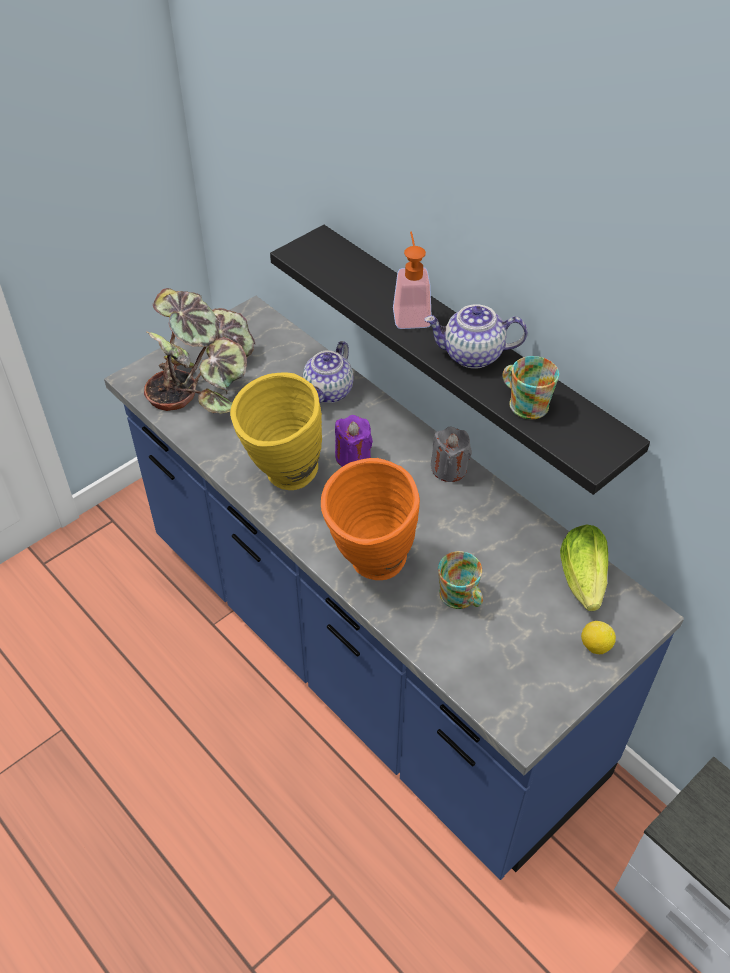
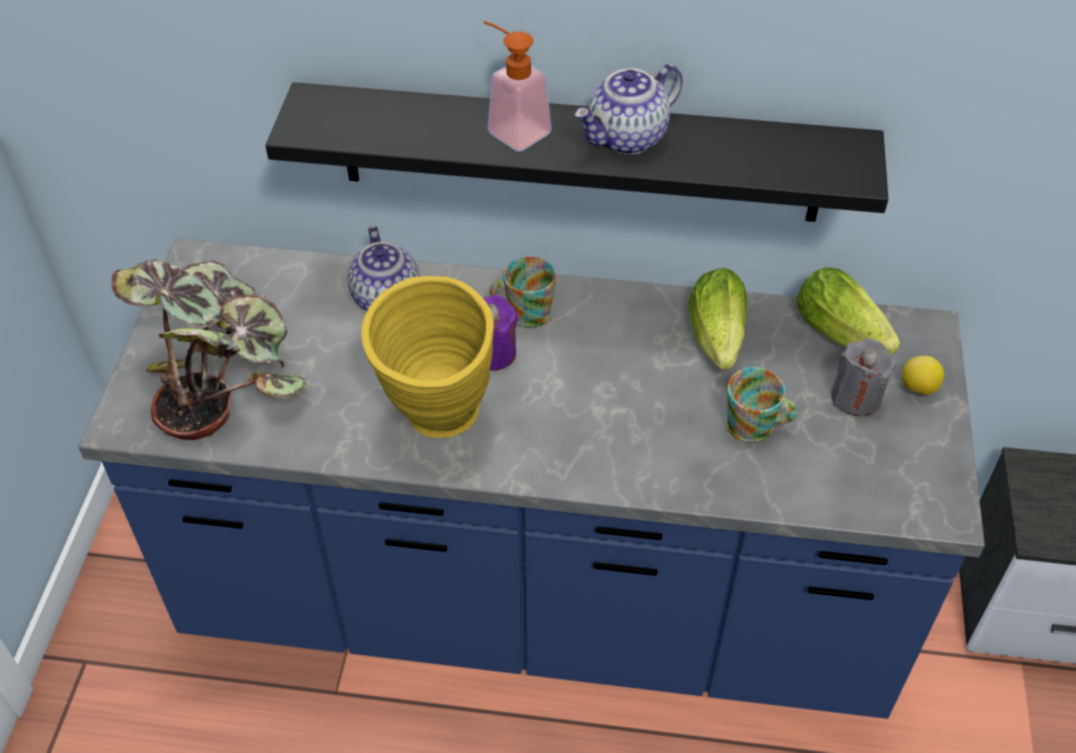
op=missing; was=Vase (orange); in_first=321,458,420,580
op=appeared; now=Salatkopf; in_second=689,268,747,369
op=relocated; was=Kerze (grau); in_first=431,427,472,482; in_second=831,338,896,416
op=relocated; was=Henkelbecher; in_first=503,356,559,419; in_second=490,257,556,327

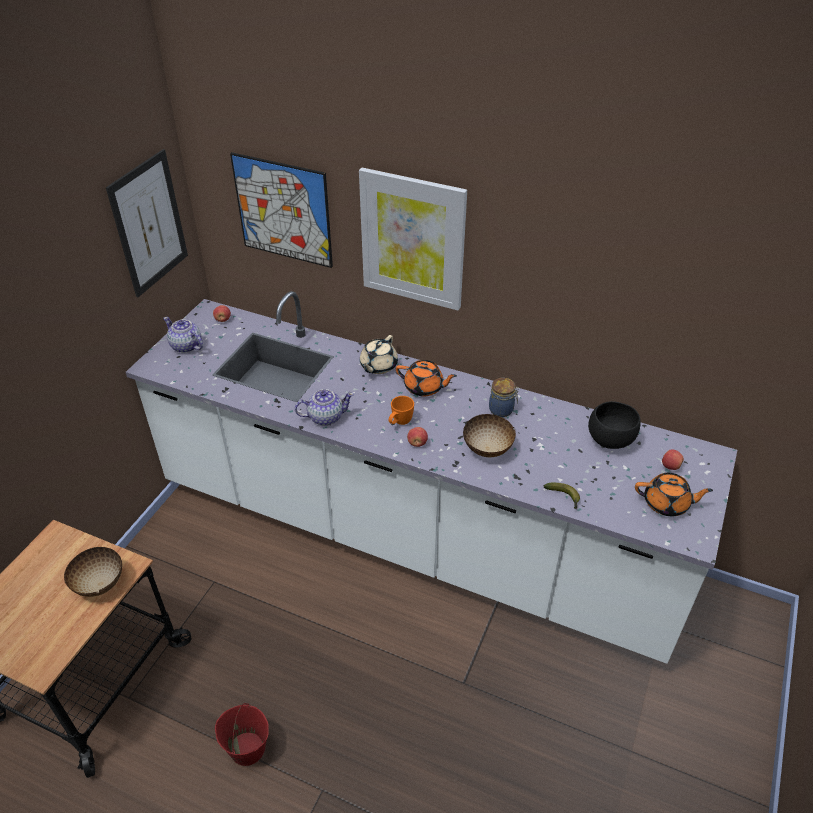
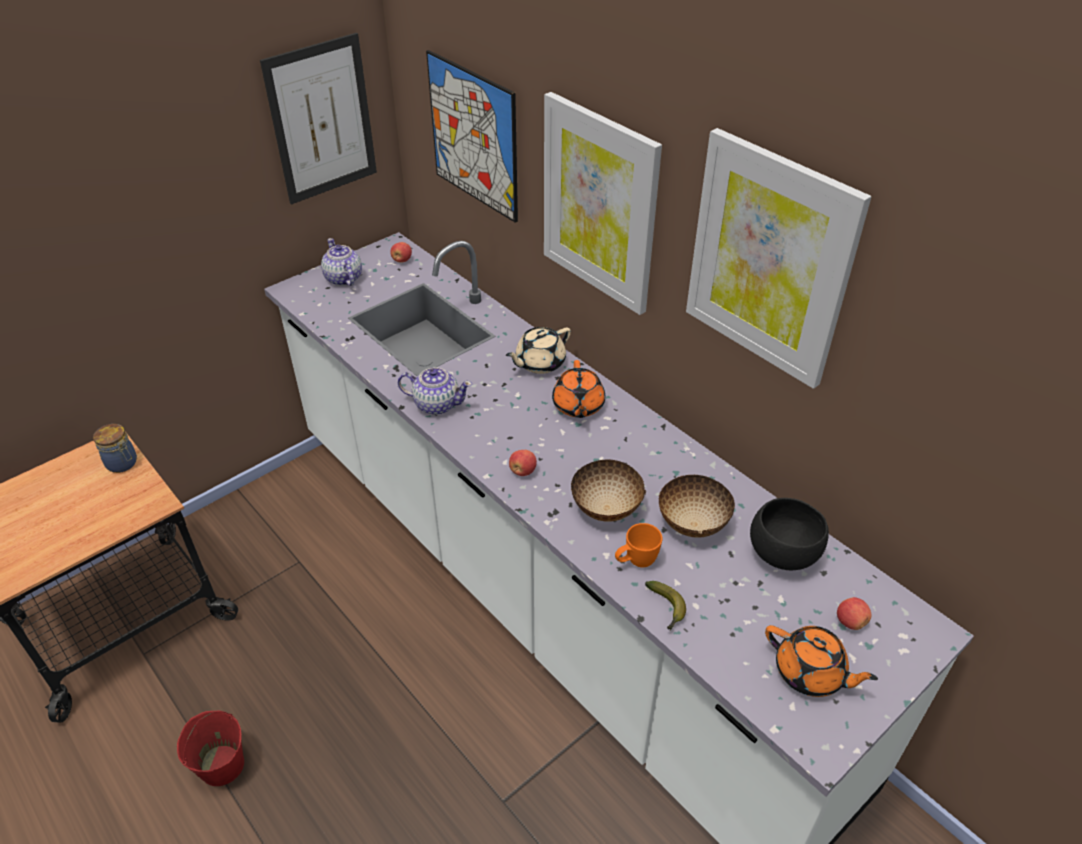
op=appeared; now=Bild; in_second=686,128,871,389
op=relocated; was=Schüssel; in_first=64,547,122,597; in_second=659,475,735,538
op=relocated; was=Henkelbecher (orange); in_first=389,396,414,425; in_second=615,523,662,568
op=relocated; was=Vorratsglas; in_first=489,378,519,417; in_second=93,424,137,473
op=spun; was=Teekanne (orange); in_first=396,360,457,397; in_second=552,360,605,418; clockwise=45

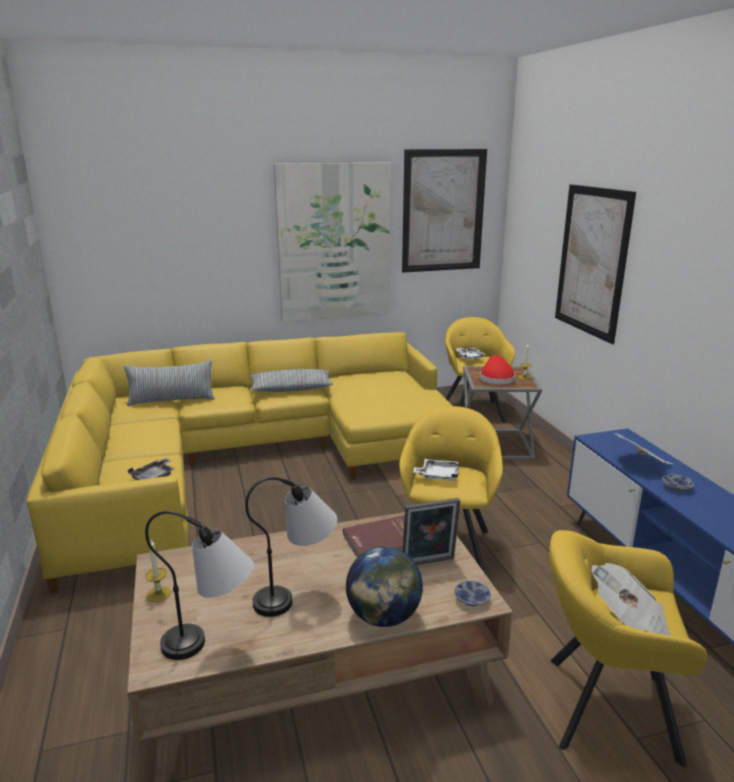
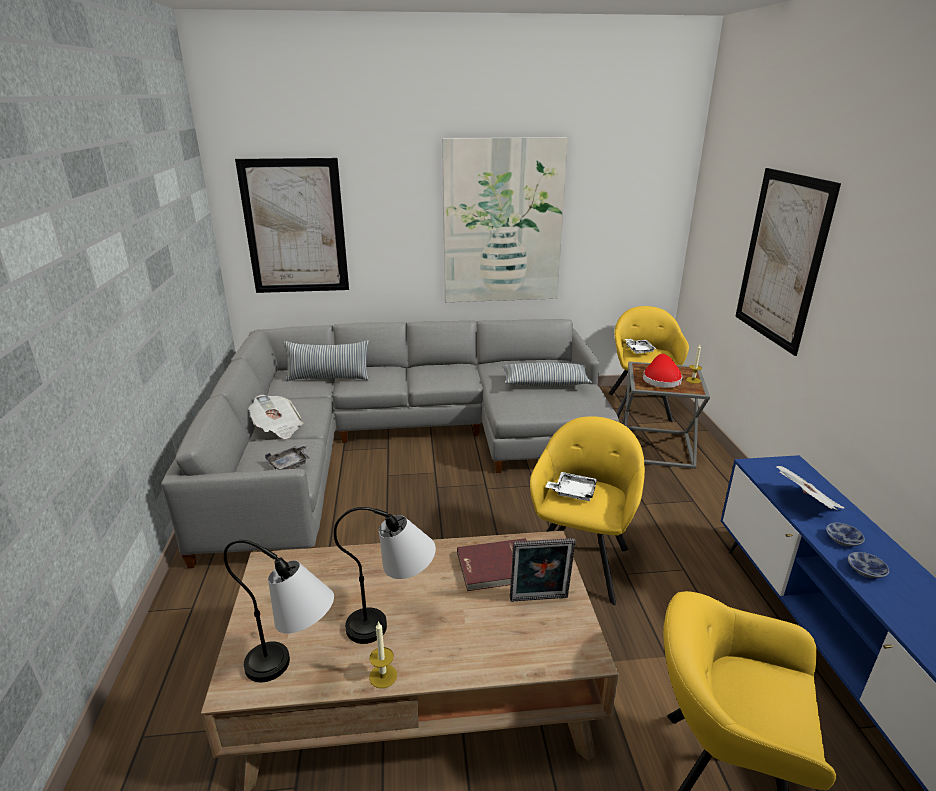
op=missing; was=Globus; in_first=346,546,423,627
op=relocated; was=Kerze; in_first=145,540,171,602; in_second=369,621,397,688
op=relocated; was=Kissen; in_first=250,369,333,392; in_second=502,362,592,386
op=relocated; was=Bild; in_first=402,149,487,273; in_second=235,158,349,293
op=relocated; was=Schüssel; in_first=454,581,491,606; in_second=848,552,889,578
op=relocated; was=Zeitung; in_first=591,563,671,636; in_second=248,395,303,439
op=colour; was=Sofa (gelb); now=Sofa (grau); in_first=27,332,452,594; in_second=161,319,619,568

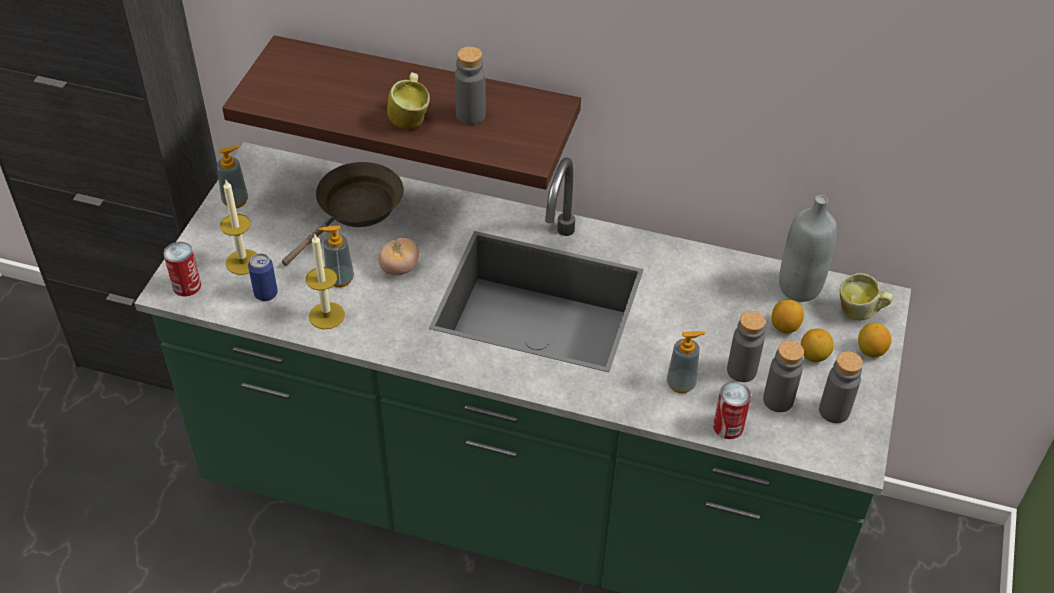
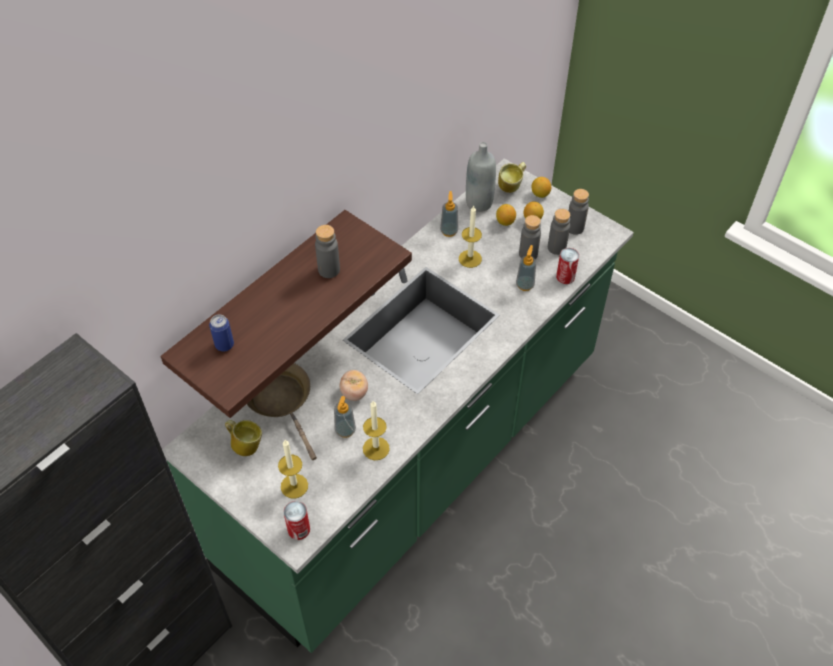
op=appeared; now=Kerze; in_second=459,206,482,268
op=relocated; was=Seifenspender; in_first=217,146,248,208; in_second=440,191,458,237
op=relocated; was=Dose; in_first=248,253,278,301; in_second=209,314,234,352
op=relocated; was=Henkelbecher; in_first=387,72,430,129; in_second=225,420,262,456

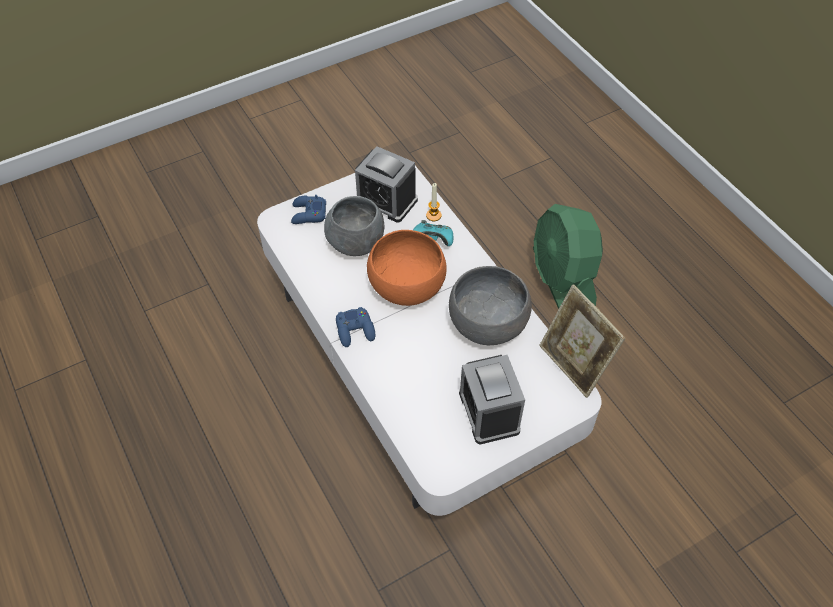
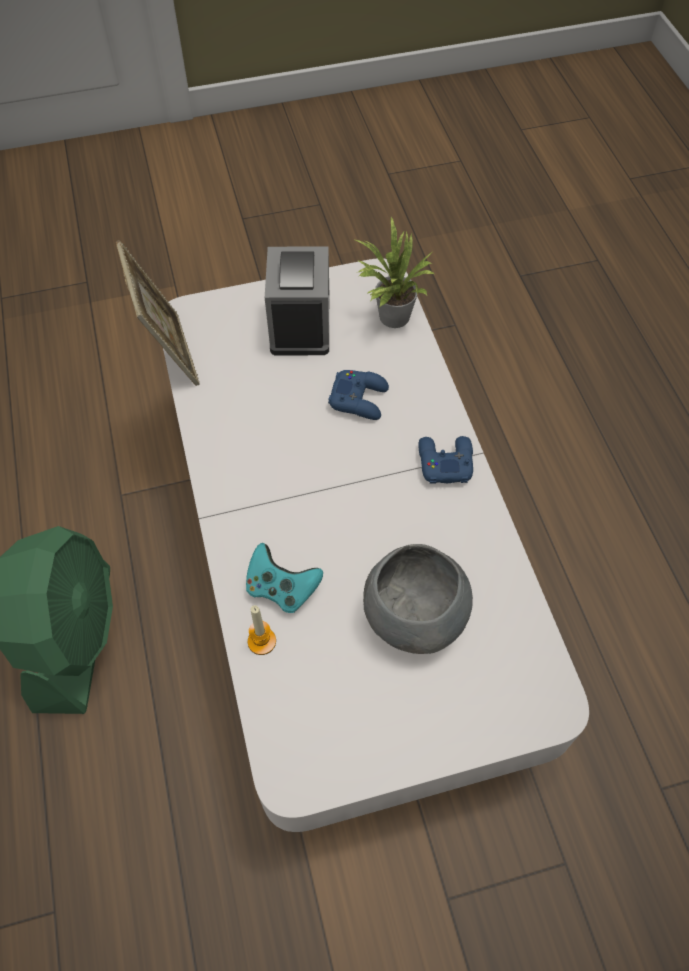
op=missing; was=Wecker; in_first=355,146,418,223
op=missing; was=Schüssel (orange); in_first=367,230,447,306
op=missing; was=Schüssel (grau); in_first=449,266,532,345
op=appeared; now=Topfpflanze; in_second=353,217,434,328
op=relocated; was=Gamepad (blau); in_first=291,195,326,224; in_second=328,370,389,420

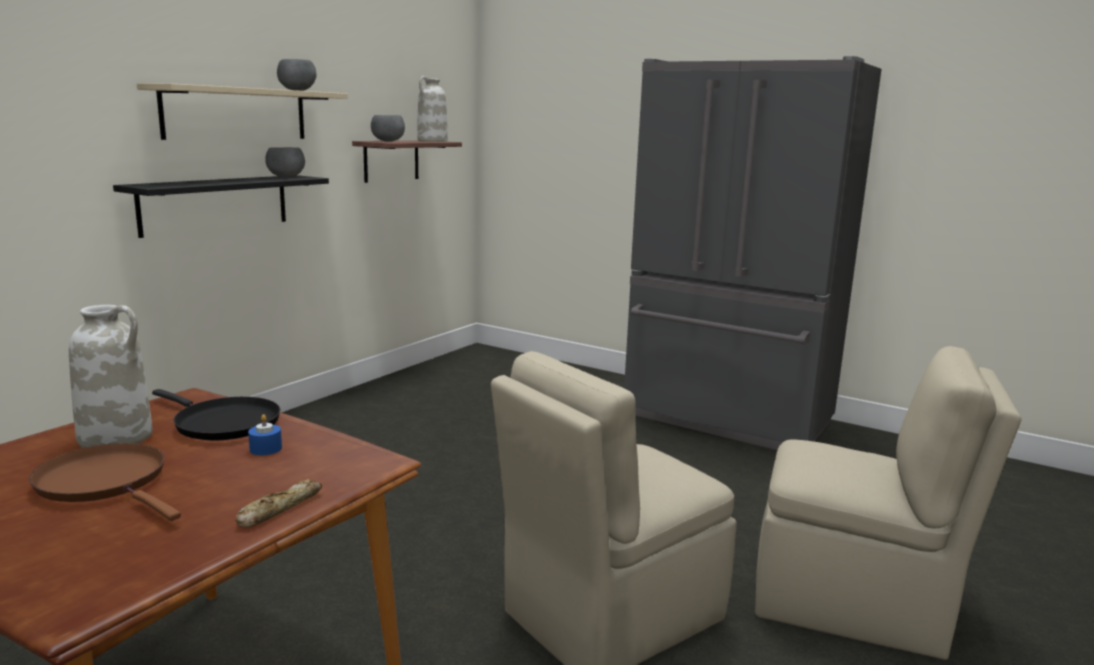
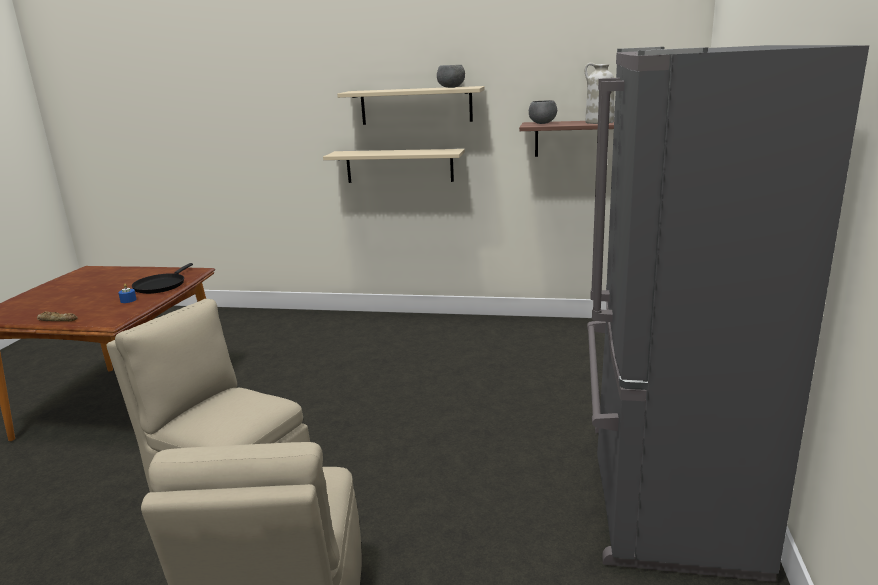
op=missing; was=Pfanne (braun); in_first=29,443,181,521
op=missing; was=Vase (weiß); in_first=69,305,153,448
op=missing; was=Schüssel (grau); in_first=265,147,305,177
op=colour; was=Wandregal (schwarz); now=Wandregal (beige); in_first=113,175,329,238; in_second=323,149,465,183

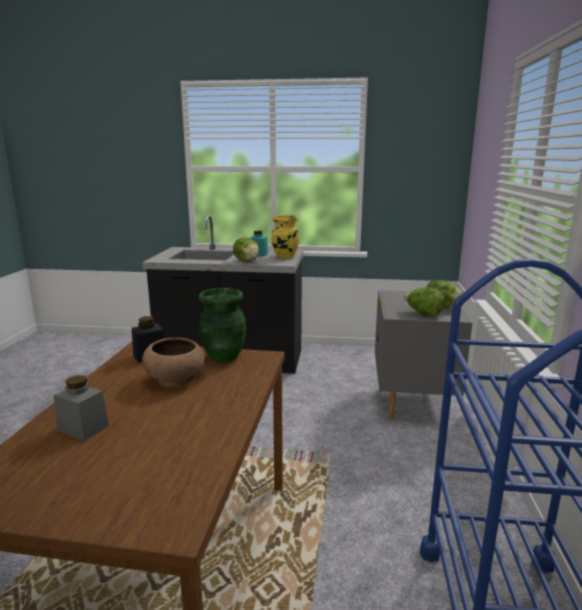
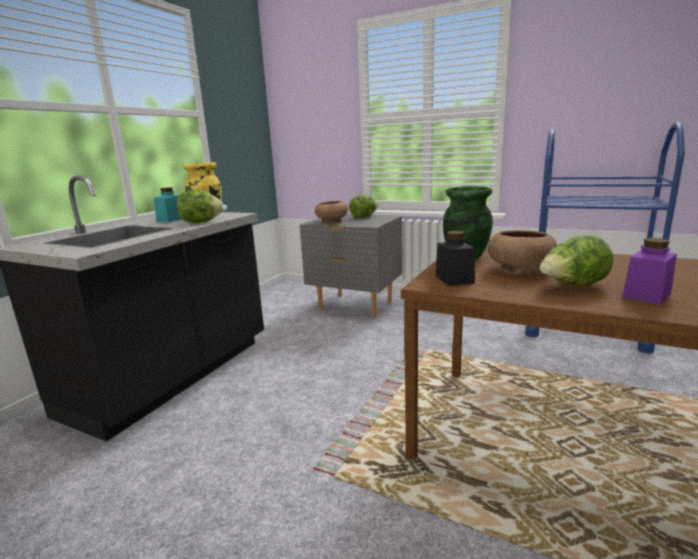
op=appeared; now=Schüssel (braun); in_second=315,201,348,224
op=relocated; was=Salatkopf; in_first=404,287,445,317; in_second=540,235,613,286
op=colour; was=Vorratsglas (grau); now=Vorratsglas (lila); in_first=54,375,109,441; in_second=622,238,677,305

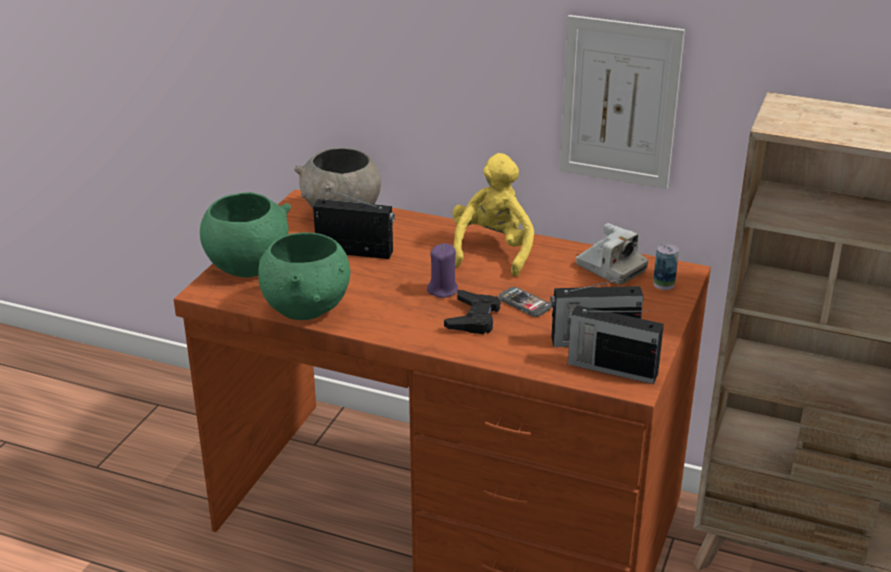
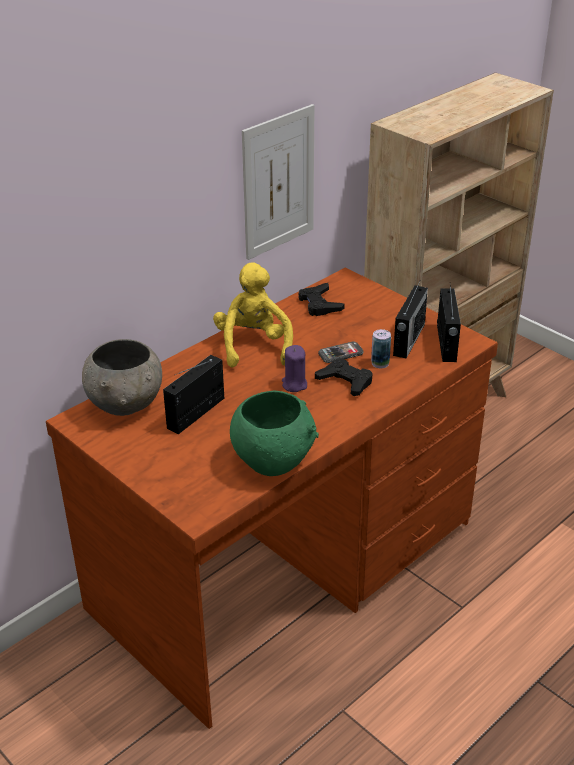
op=missing; was=Schüssel (grün); in_first=200,192,291,277
op=relocated; was=Dose; in_first=653,244,679,290; in_second=371,329,391,368
op=exchanged; was=Kamera; now=Gamepad (schwarz); in_first=576,223,648,285; in_second=299,283,345,316
op=spun; was=Plüschtier (gelb); in_first=453,153,534,277; in_second=213,263,293,367; clockwise=45
op=spun; was=Radio; in_first=568,305,664,384; in_second=437,286,461,362; clockwise=-45

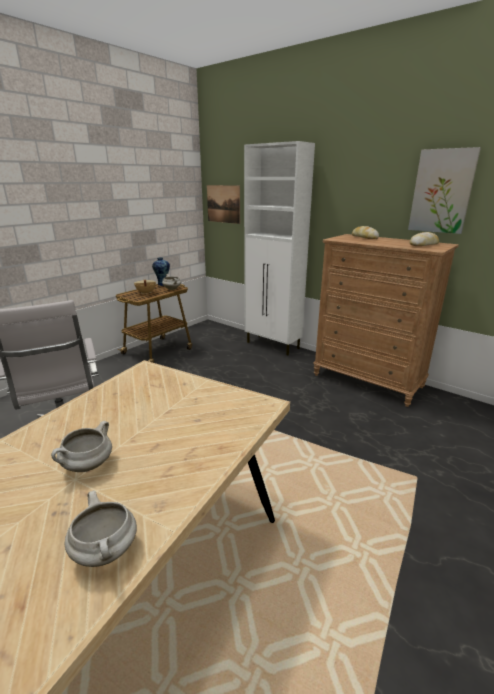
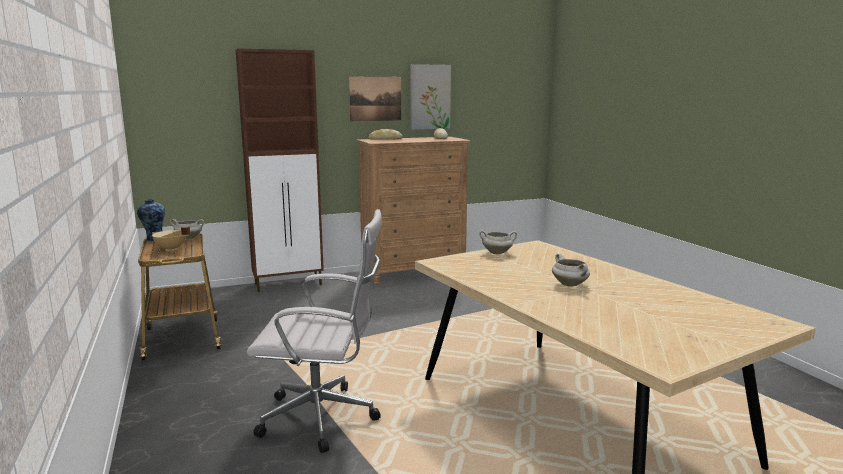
op=relocated; was=Kochtopf (weiß); in_first=64,491,137,567; in_second=479,230,517,255
op=relocated; was=Bild; in_first=207,185,240,224; in_second=349,77,401,121
op=colour; was=Schrank (weiß); now=Schrank (braun); in_first=244,141,315,355; in_second=236,49,324,292

